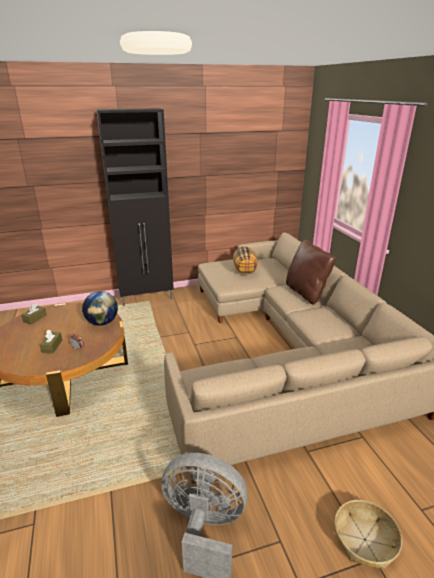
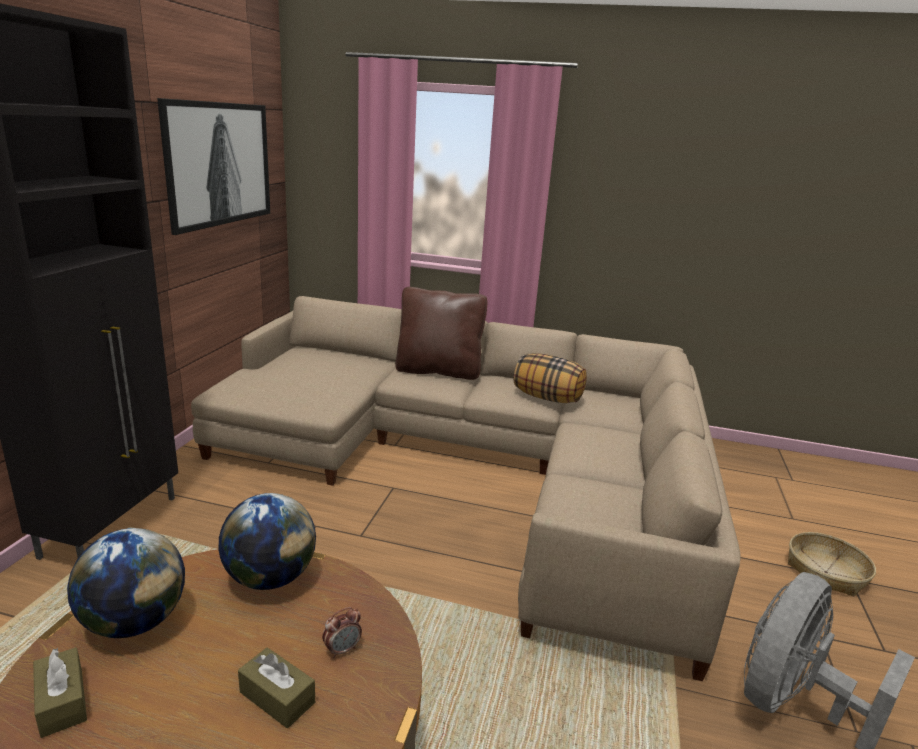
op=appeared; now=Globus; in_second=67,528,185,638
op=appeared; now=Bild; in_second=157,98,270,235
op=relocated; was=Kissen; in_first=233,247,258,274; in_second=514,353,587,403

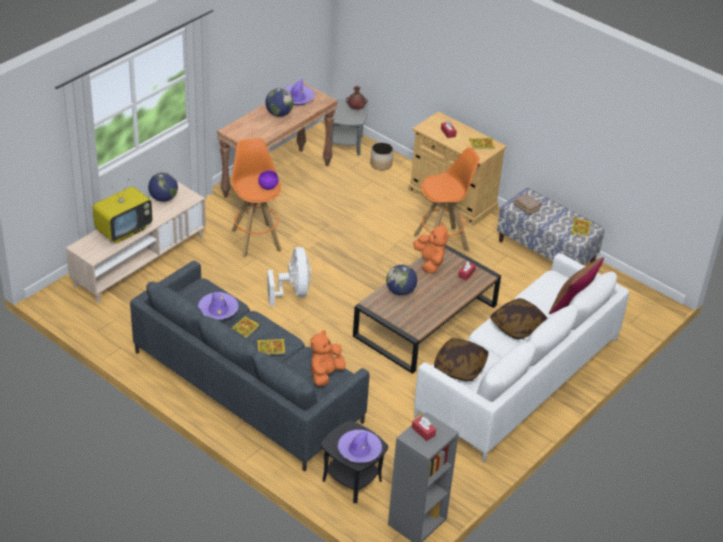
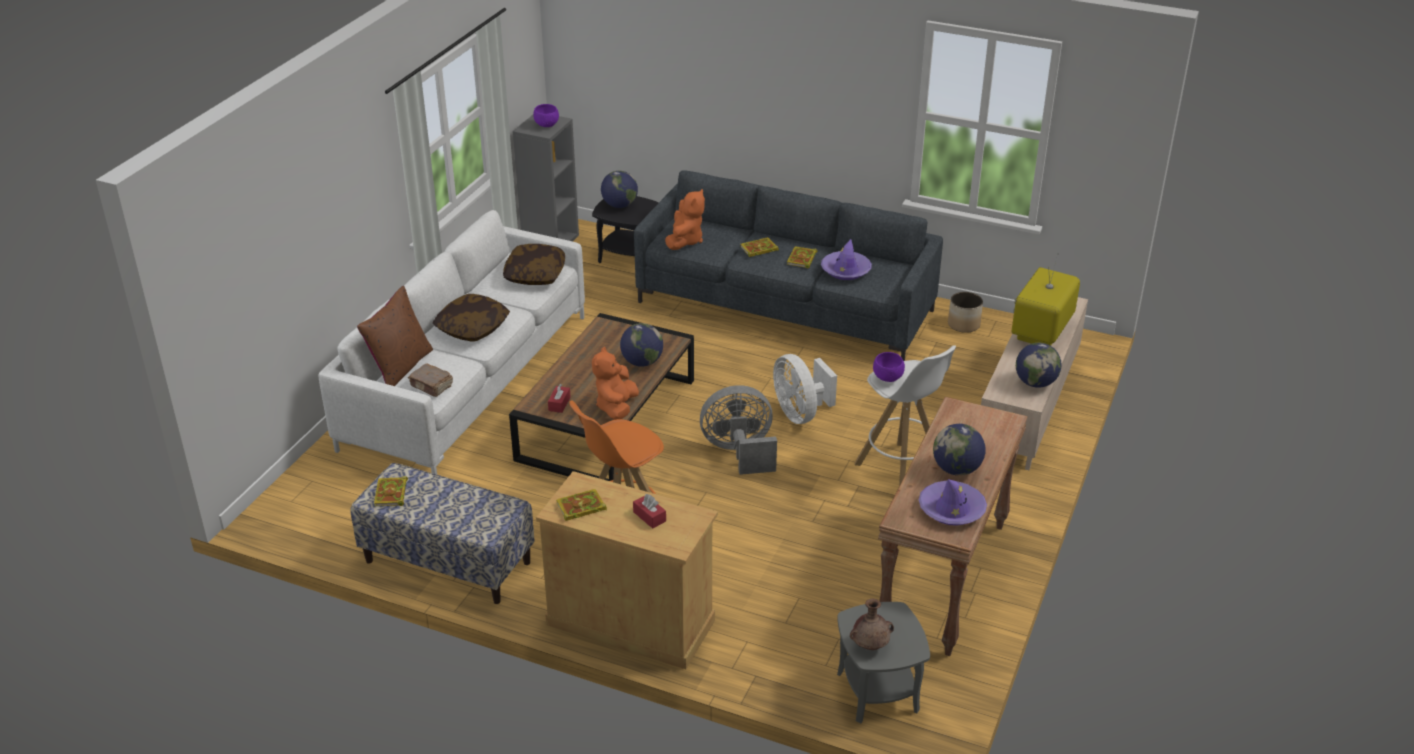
op=appeared; now=Ventilator (grau); in_second=700,385,777,475
op=relocated; was=Pflanzkübel; in_first=370,142,393,170; in_second=948,292,983,333
op=relocated; was=Buch (braun); in_first=514,194,542,215; in_second=408,364,453,397
op=exchanged; was=Hut (lila); now=Globus; in_first=337,430,382,463; in_second=601,171,638,208
op=exchanged; was=Taschentuchbox (rot); now=Schüssel (lila); in_first=412,416,436,441; in_second=533,104,559,127
op=colour; was=Hocker (orange); now=Hocker (weiß); in_first=231,138,282,258; in_second=855,345,956,486
op=spun; was=Plüschtier (orange); in_first=414,223,448,274; in_second=592,347,639,420; clockwise=45

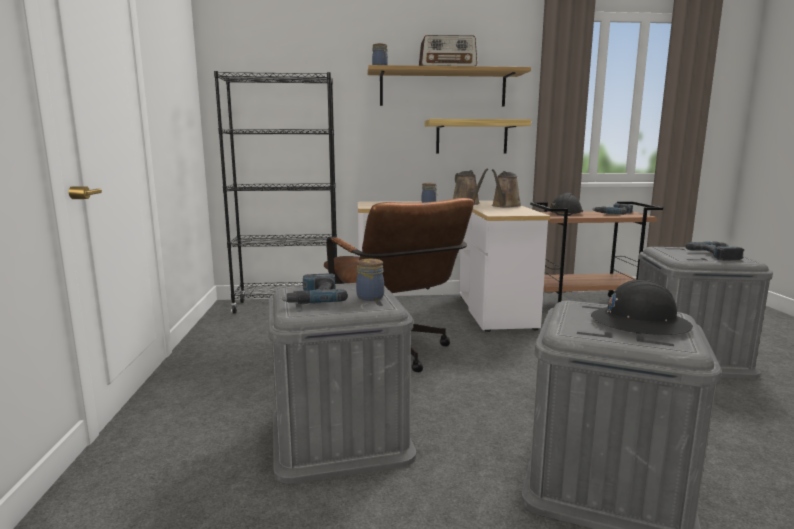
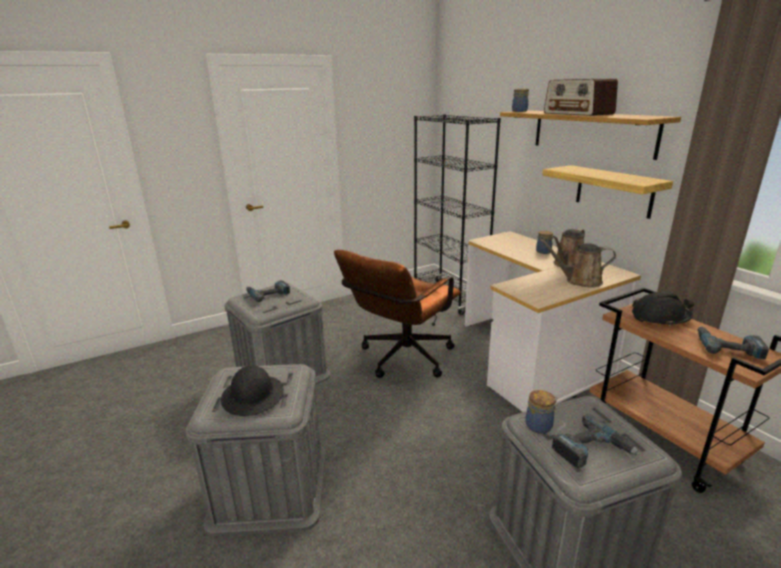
op=relocated; was=Vorratsglas; in_first=356,259,384,301; in_second=525,390,558,434

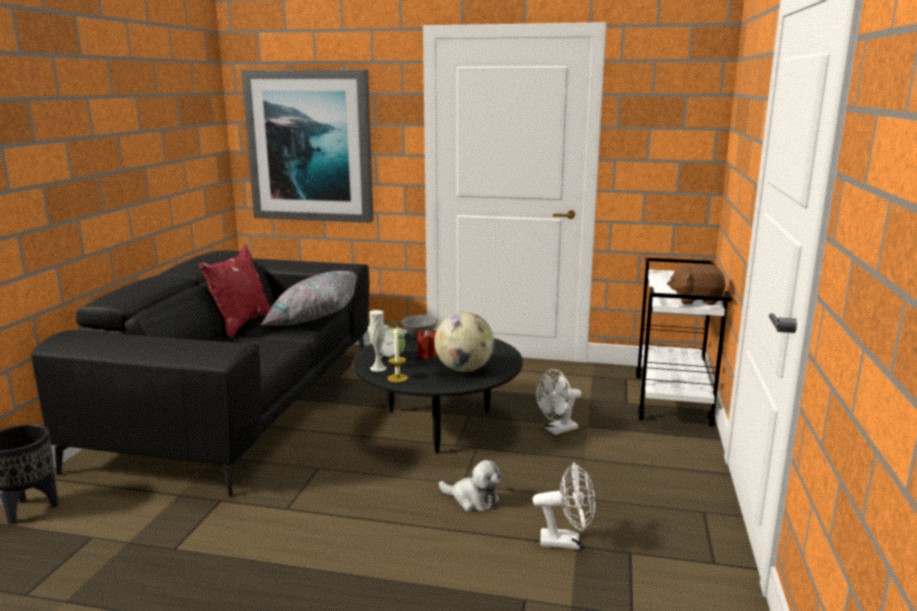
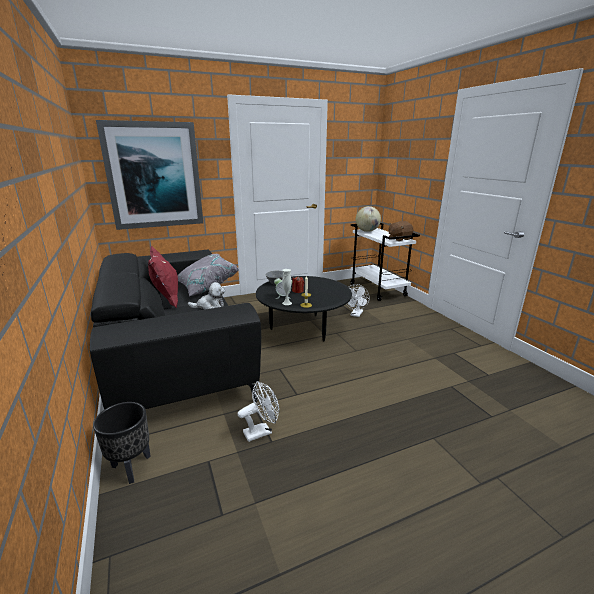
op=relocated; was=Globus; in_first=434,312,494,372; in_second=356,206,381,232
op=relocated; was=Plüschtier; in_first=439,460,500,511; in_second=188,282,225,310
op=relocated; was=Ventilator (weiß); in_first=533,462,595,549; in_second=238,381,279,442

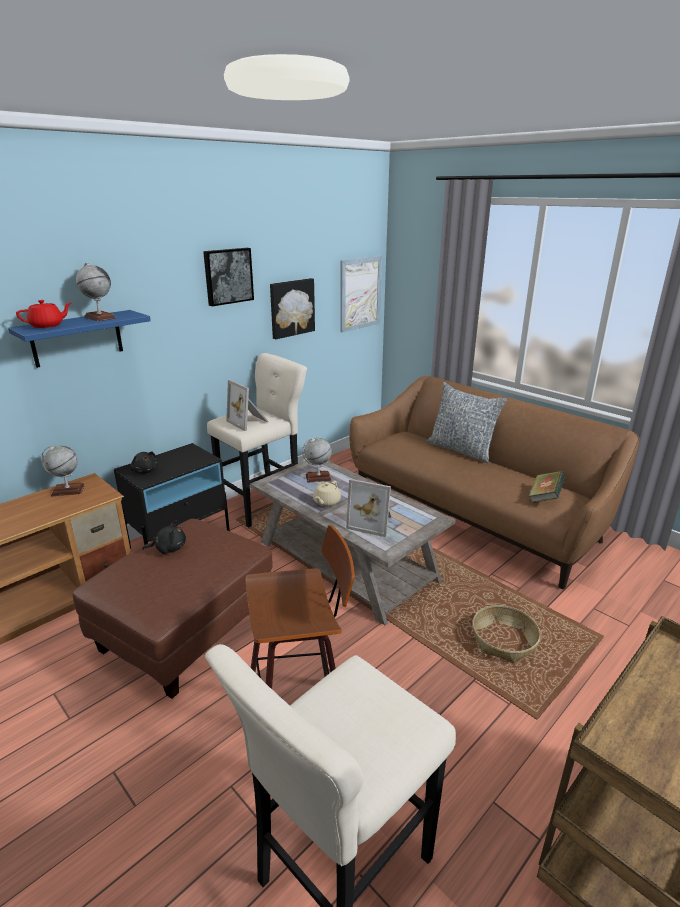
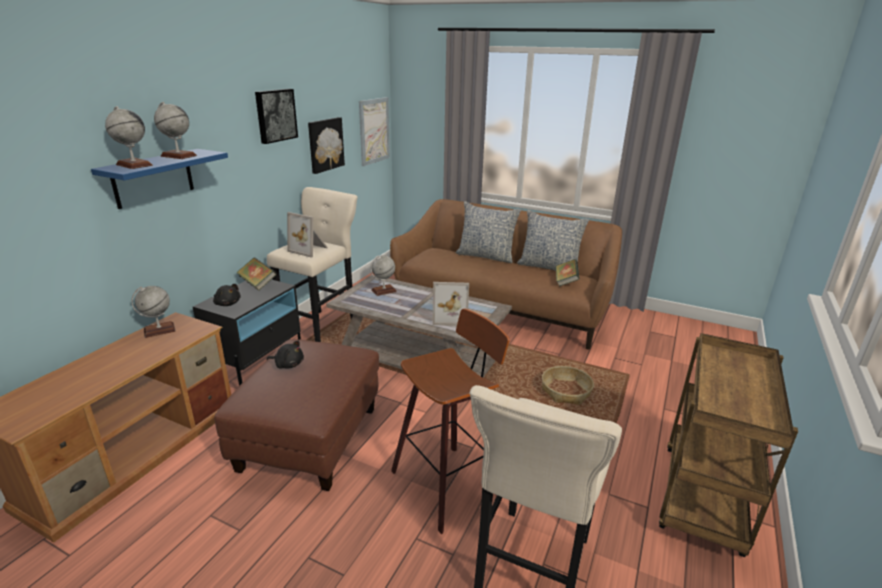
op=missing; was=Teekanne (beige); in_first=313,481,341,507
op=appeared; now=Buch; in_second=236,257,276,291
op=appeared; now=Kissen; in_second=517,210,589,271
op=exchanged; was=Teekanne (rot); now=Globus; in_first=16,300,71,328; in_second=105,106,153,169
op=spun; was=Plüschtier (schwarz); in_first=142,520,186,554; in_second=267,341,304,369; clockwise=45

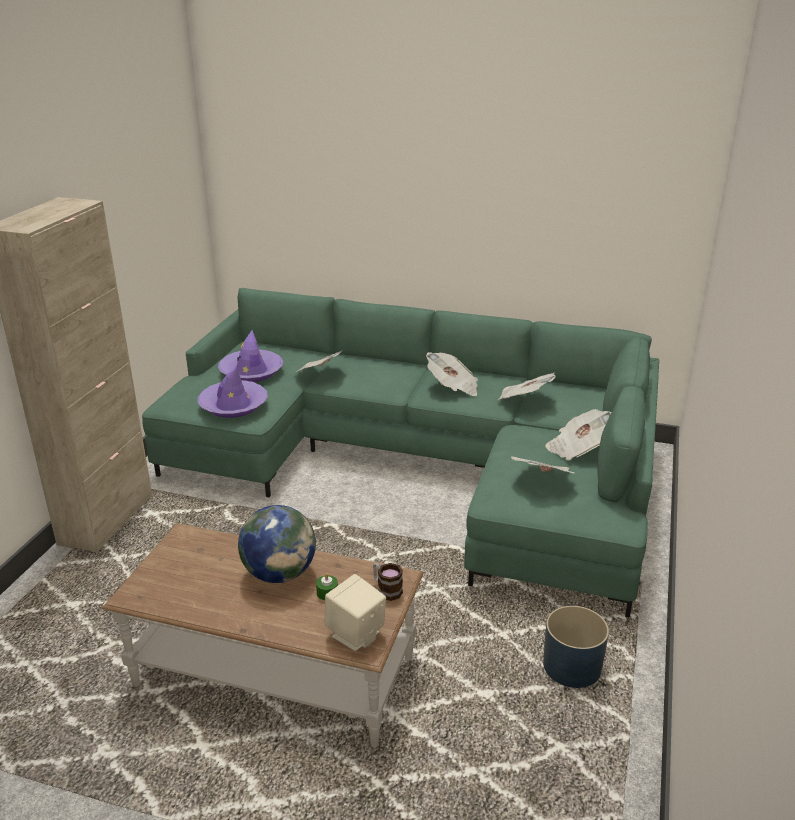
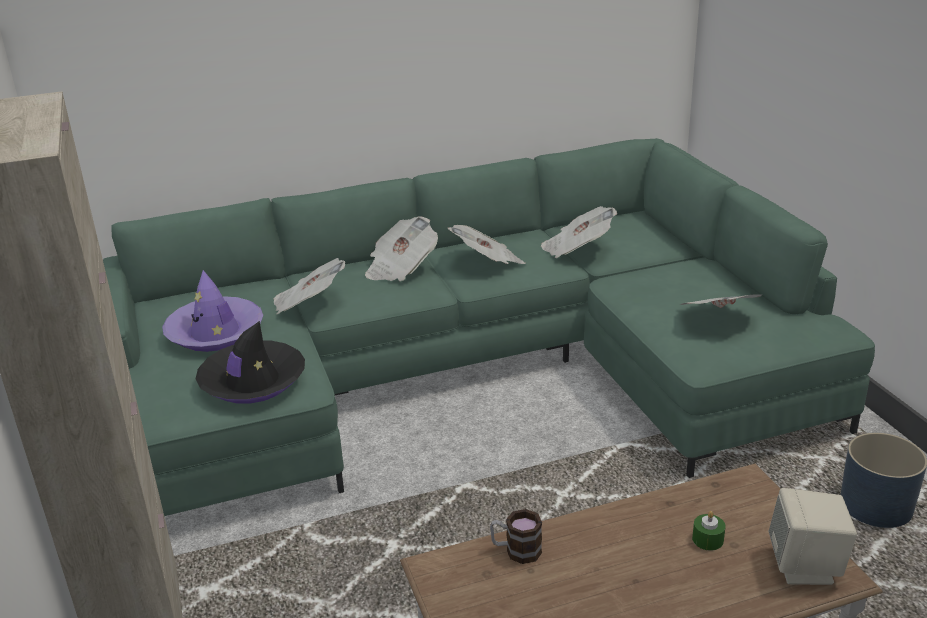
op=missing; was=Globus; in_first=238,505,316,583
op=relocated; was=Henkelbecher; in_first=373,563,403,601; in_second=490,509,542,564
op=relocated; was=Zeitung; in_first=545,409,612,461; in_second=365,216,438,281
op=colour; was=Hut (lila); now=Hut (schwarz); in_first=197,368,268,418; in_second=196,321,305,404

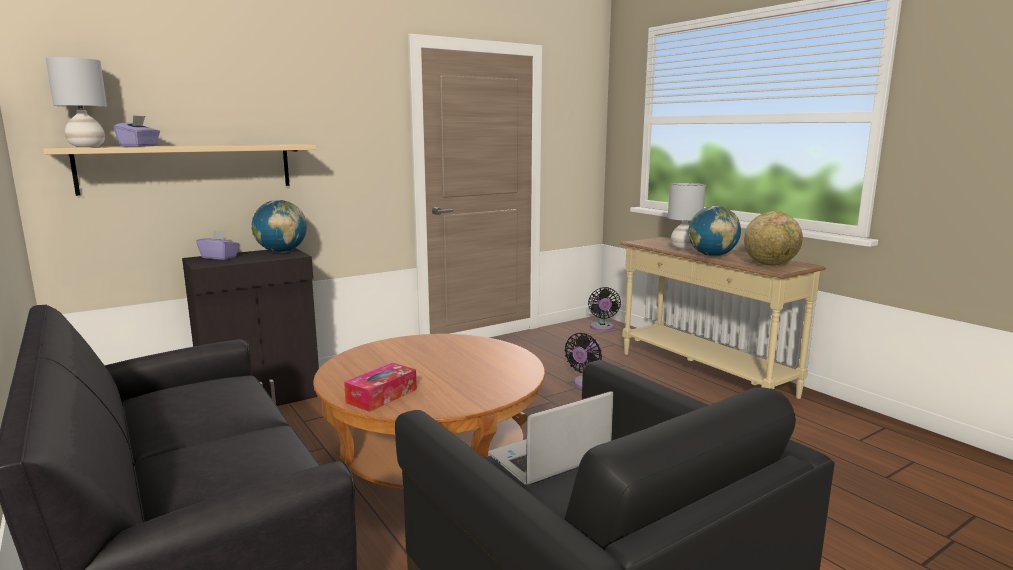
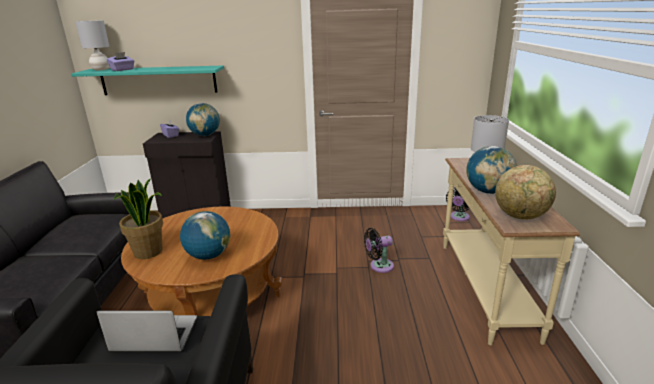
op=appeared; now=Globus; in_second=180,211,230,260
op=exchanged; was=Taschentuchbox; now=Topfpflanze; in_first=344,363,417,412; in_second=114,179,163,259
op=colour; was=Wandregal (beige); now=Wandregal (türkis); in_first=44,144,317,196; in_second=71,66,224,95

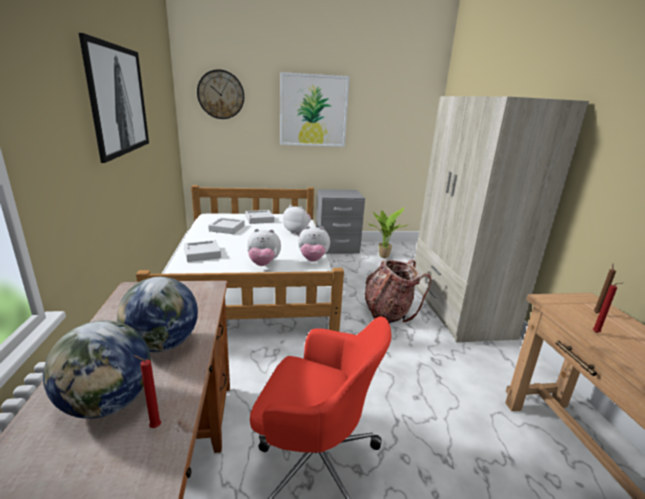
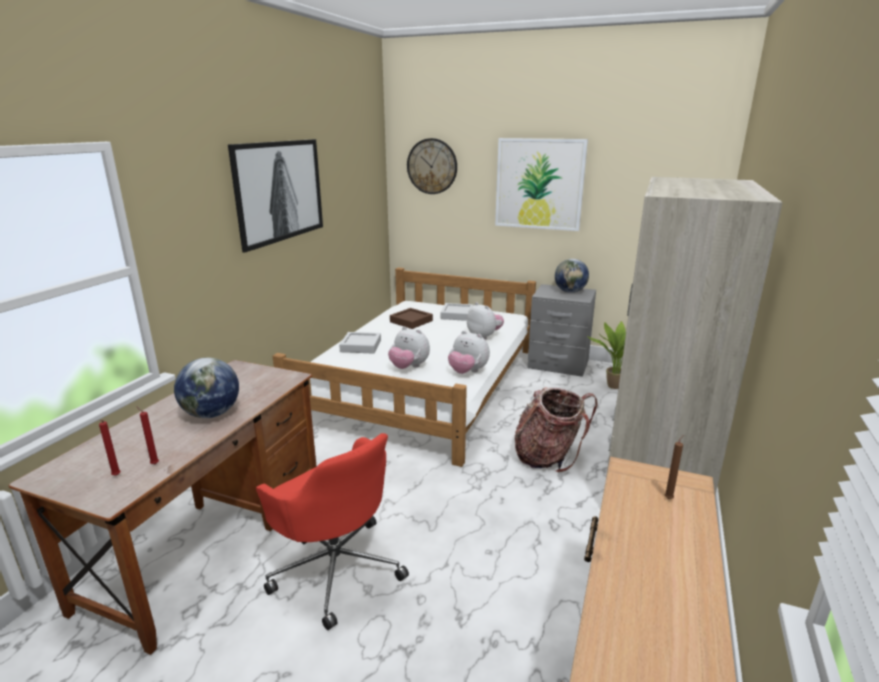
op=relocated; was=Globus; in_first=43,320,151,419; in_second=555,259,589,293
op=relocated; was=Kerze (rot); in_first=593,283,622,333; in_second=99,420,121,476
op=colour; was=Tablett (grau); now=Tablett (braun); in_first=208,217,245,234; in_second=390,308,433,329

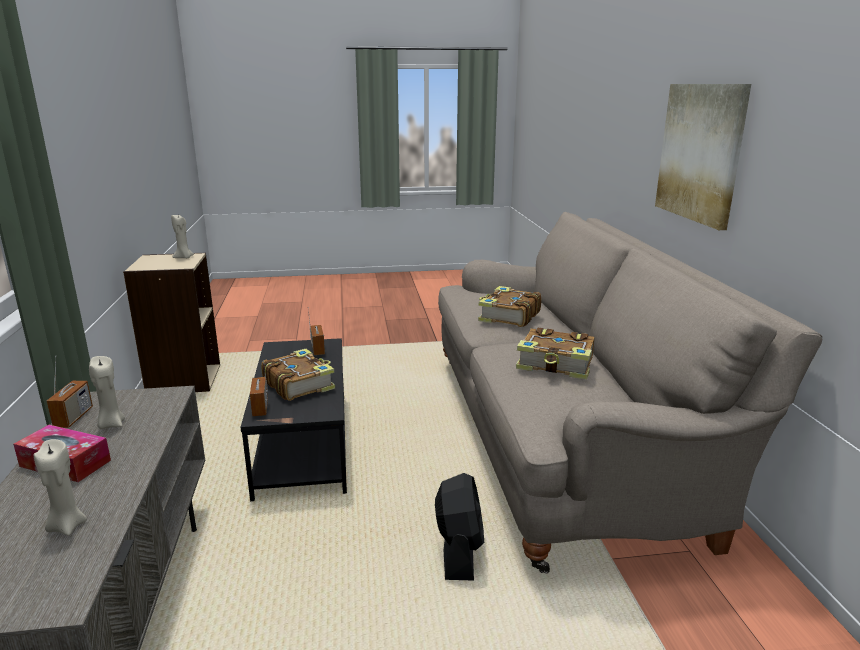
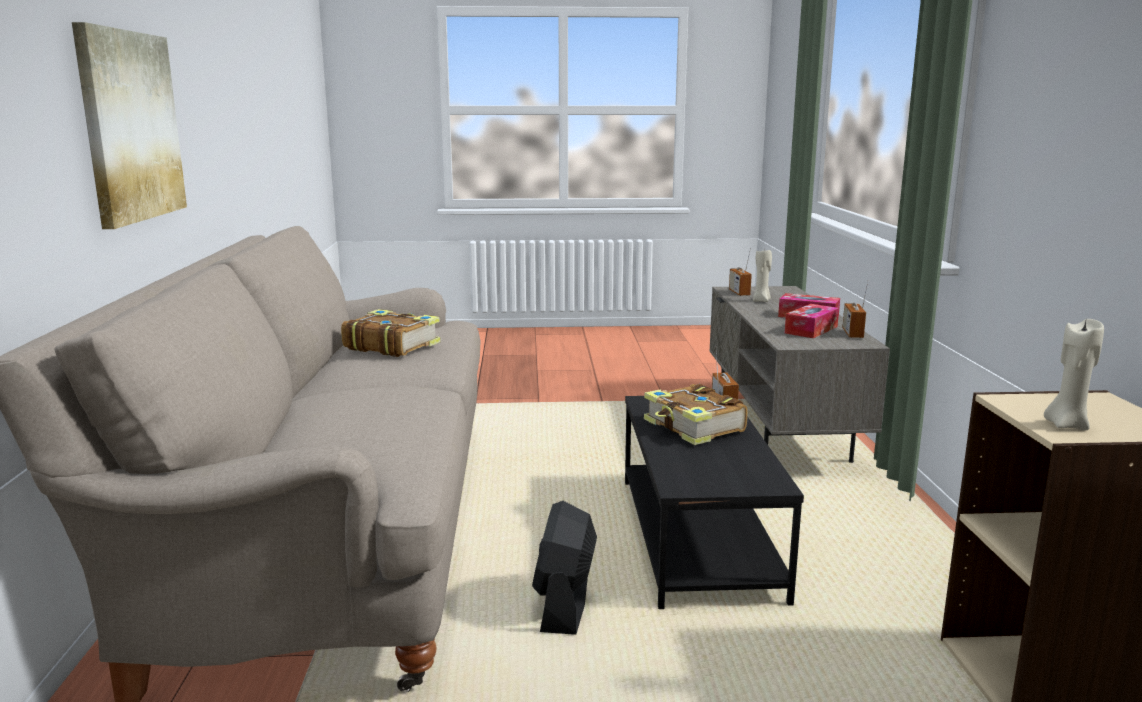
op=missing; was=Buch; in_first=478,286,541,327
op=relocated; was=Radio; in_first=308,307,325,355; in_second=729,248,752,296
op=relocated; was=Ventilator (schwarz); in_first=435,473,484,581; in_second=532,501,597,635
op=exchanged; was=Kerze (beige); now=Taschentuchbox; in_first=89,356,125,429; in_second=785,304,839,338

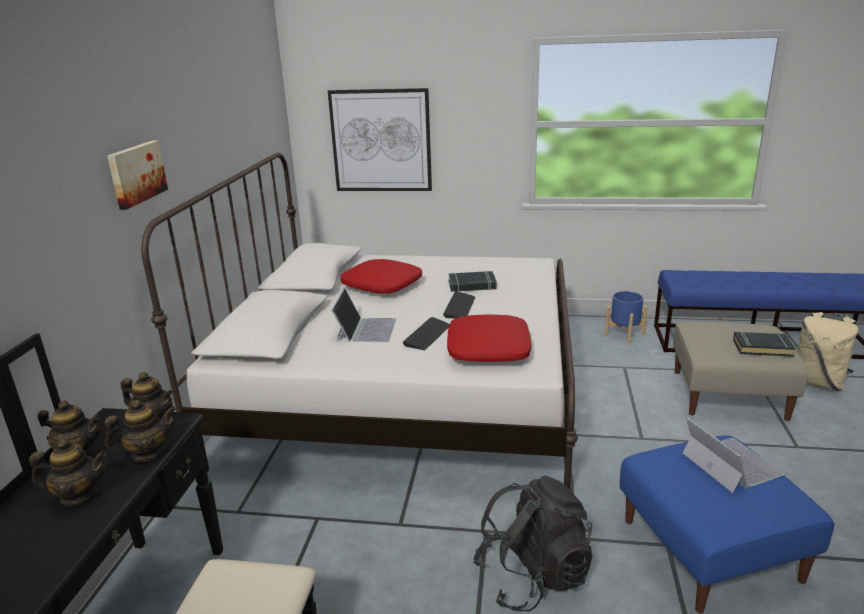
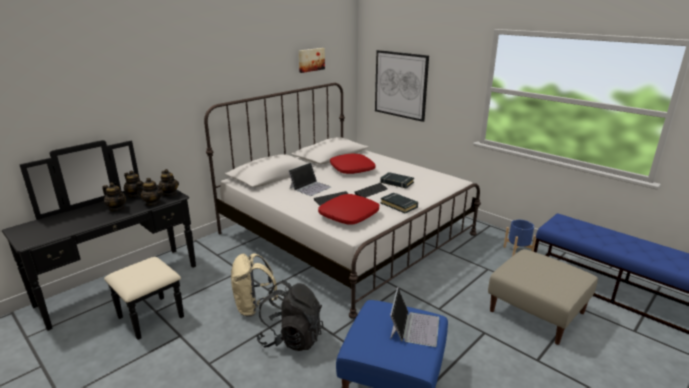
op=relocated; was=Bild; in_first=107,141,168,210; in_second=299,48,325,73
op=relocated; was=Buch (schwarz); in_first=733,331,796,357; in_second=381,193,418,213
op=relocated; was=Rucksack (beige); in_first=798,312,859,391; in_second=231,253,278,317

